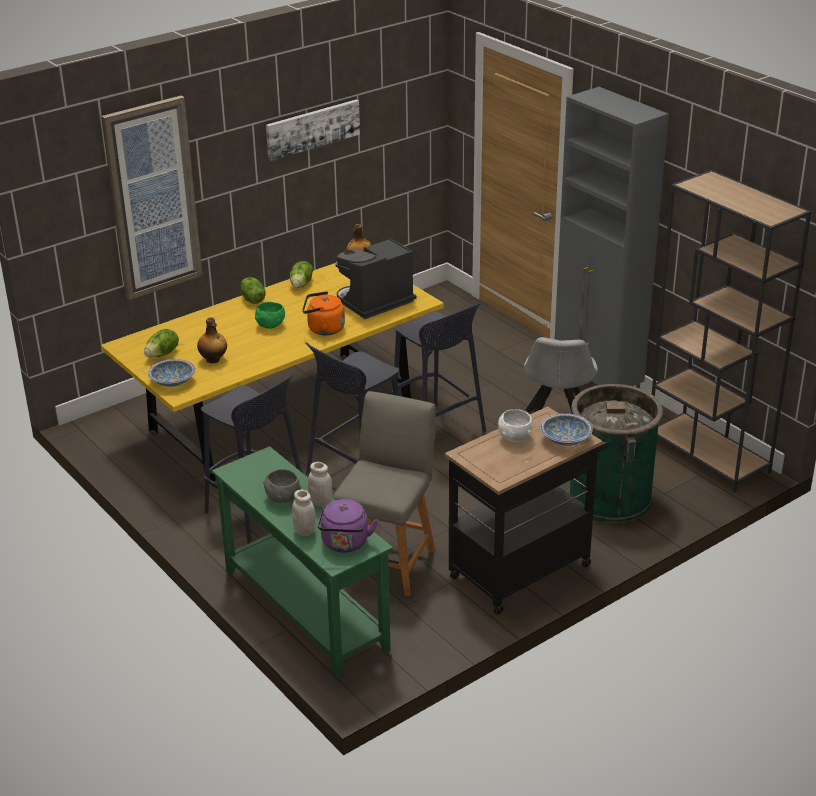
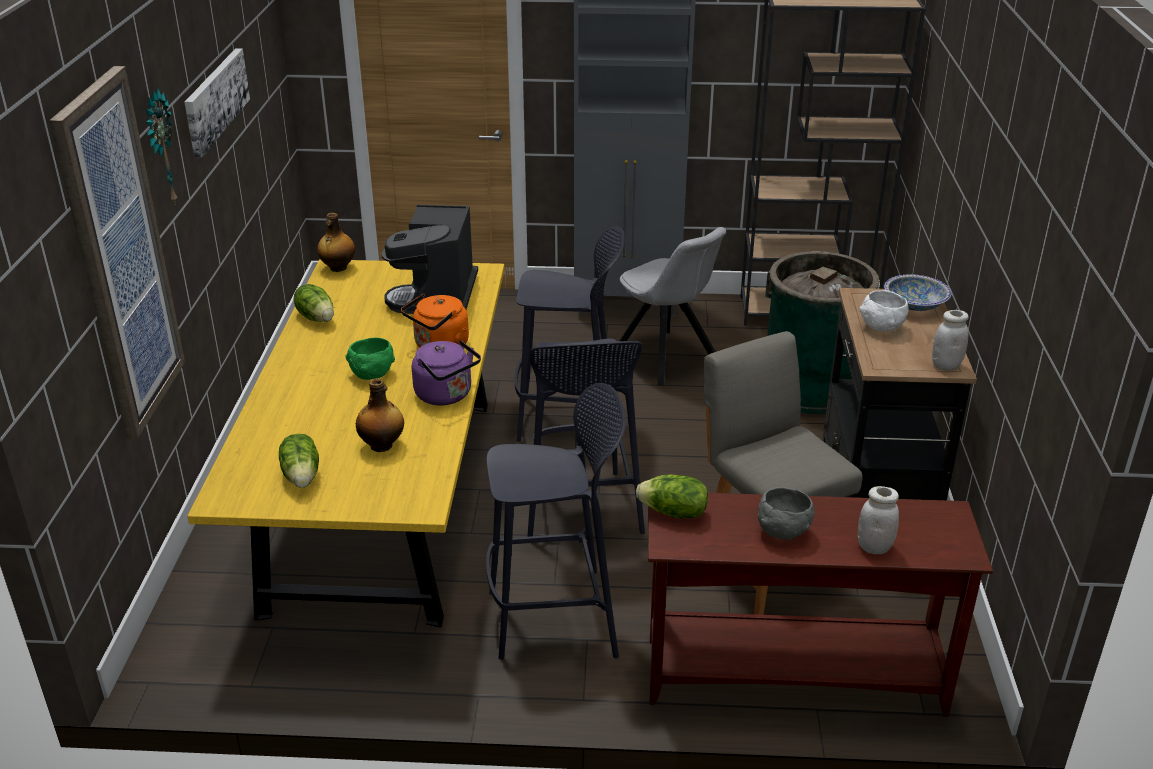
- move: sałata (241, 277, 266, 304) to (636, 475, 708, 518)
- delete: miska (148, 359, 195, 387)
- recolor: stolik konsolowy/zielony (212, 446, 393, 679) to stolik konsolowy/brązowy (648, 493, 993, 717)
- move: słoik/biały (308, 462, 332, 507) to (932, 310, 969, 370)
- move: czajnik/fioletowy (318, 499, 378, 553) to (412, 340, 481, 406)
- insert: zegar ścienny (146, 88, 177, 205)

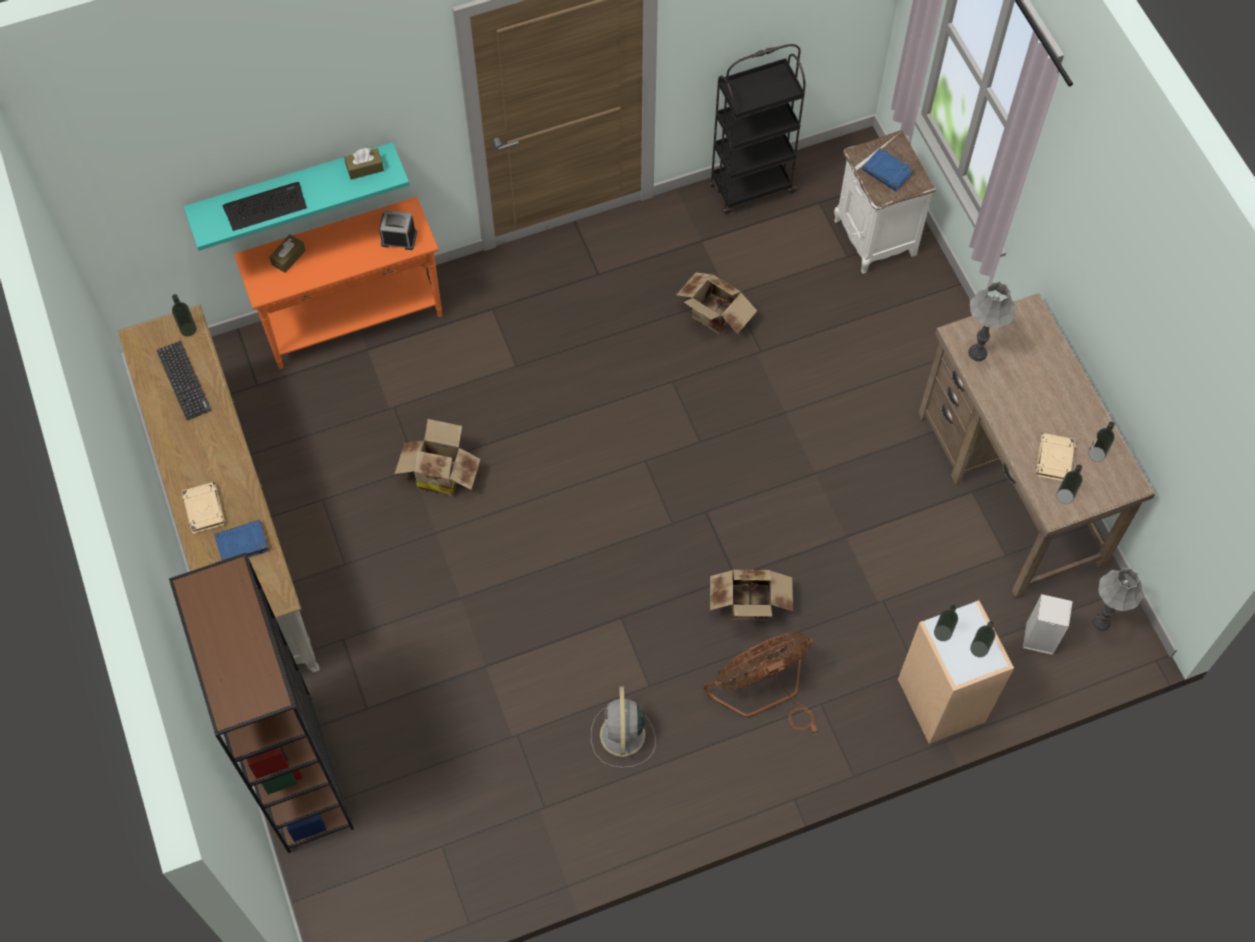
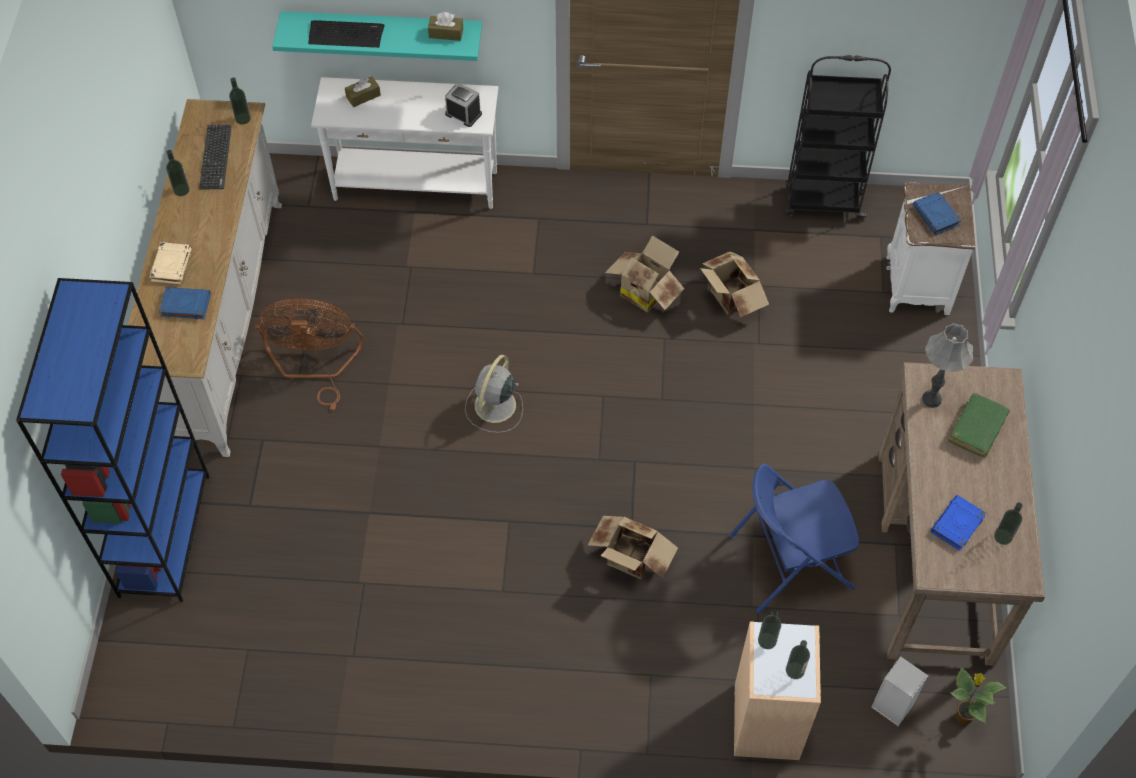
- recolor: stolik konsolowy/pomarańczowy (234, 197, 442, 369) to stolik konsolowy/biały (311, 77, 498, 209)
- move: karton (394, 419, 480, 496) to (605, 235, 685, 312)
- recolor: książka/beżowy (1036, 433, 1075, 481) to książka/niebieski (931, 495, 986, 551)
- move: butelka (1057, 465, 1083, 504) to (166, 150, 189, 196)
- recolor: regał/brązowy (169, 553, 354, 853) to regał/niebieski (16, 278, 210, 602)
- replace: lampa stołowa/szary (1092, 568, 1144, 631) to roślina doniczkowa (950, 667, 1007, 725)
- move: wentylator/brązowy (703, 632, 817, 733) to (255, 299, 363, 412)
- move: wentylator/szary (591, 687, 656, 768) to (465, 355, 523, 433)
- insert: książka/zielony (948, 393, 1010, 457)
- insert: krzesło/niebieski (729, 463, 859, 614)

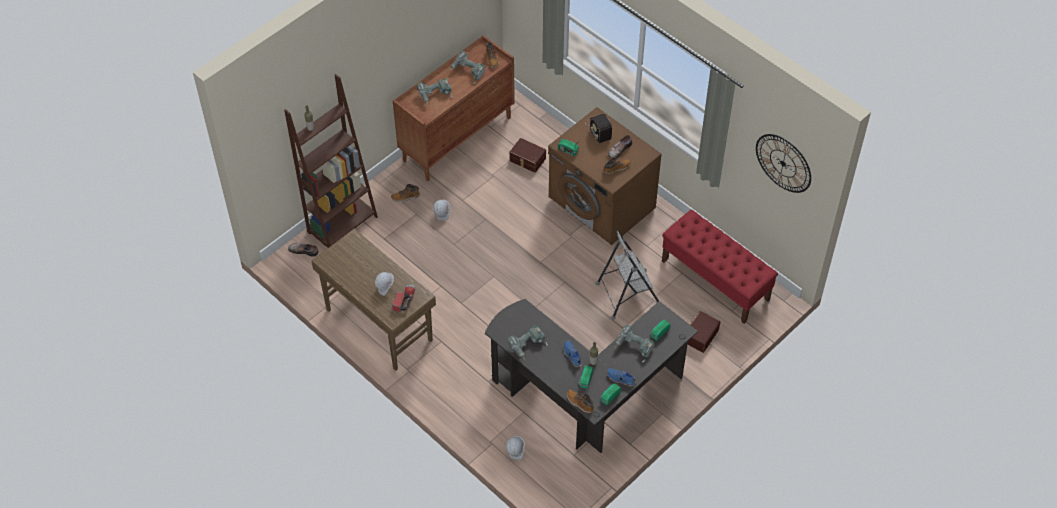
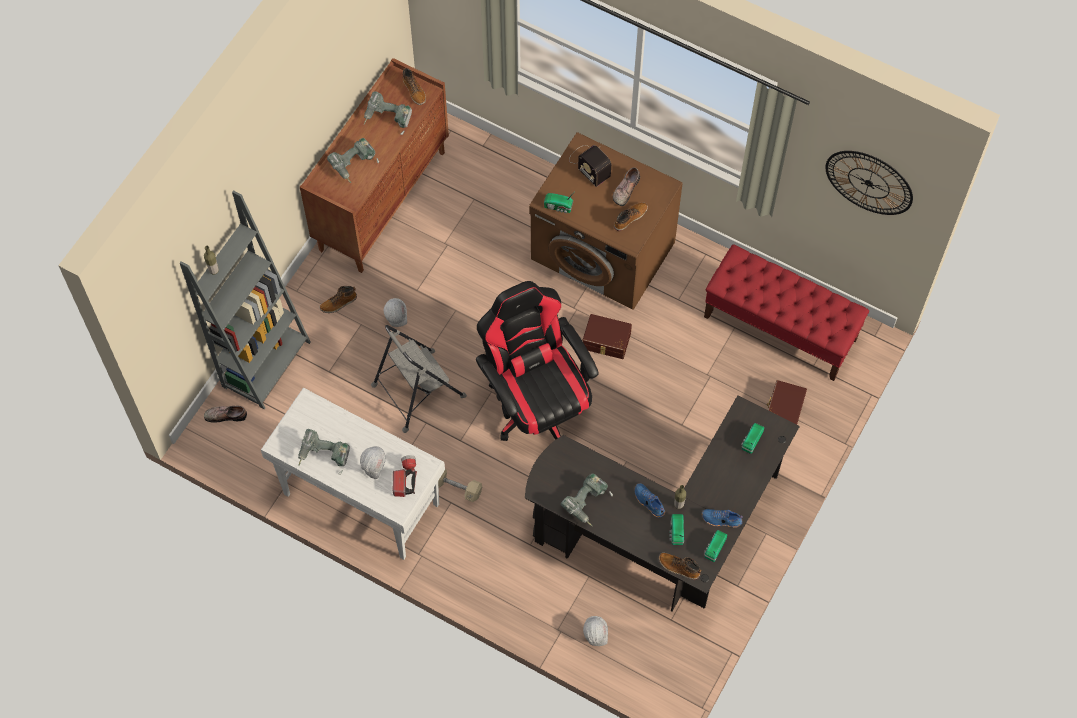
- recolor: regał/brązowy (284, 74, 378, 248) to regał/szary (180, 190, 311, 409)
- move: pojemnik do przechowywania/brązowy (509, 138, 546, 173) to (583, 314, 632, 359)
- recolor: stolik konsolowy/brązowy (312, 229, 436, 371) to stolik konsolowy/biały (261, 388, 445, 560)
- move: drabinka/szary (595, 230, 659, 320) to (371, 325, 467, 433)
- move: wiertarka (614, 324, 654, 363) to (298, 429, 350, 475)
- insert: krzesło biurowe/czarny (476, 281, 599, 441)
- insert: hantel/beżowy (438, 469, 482, 502)

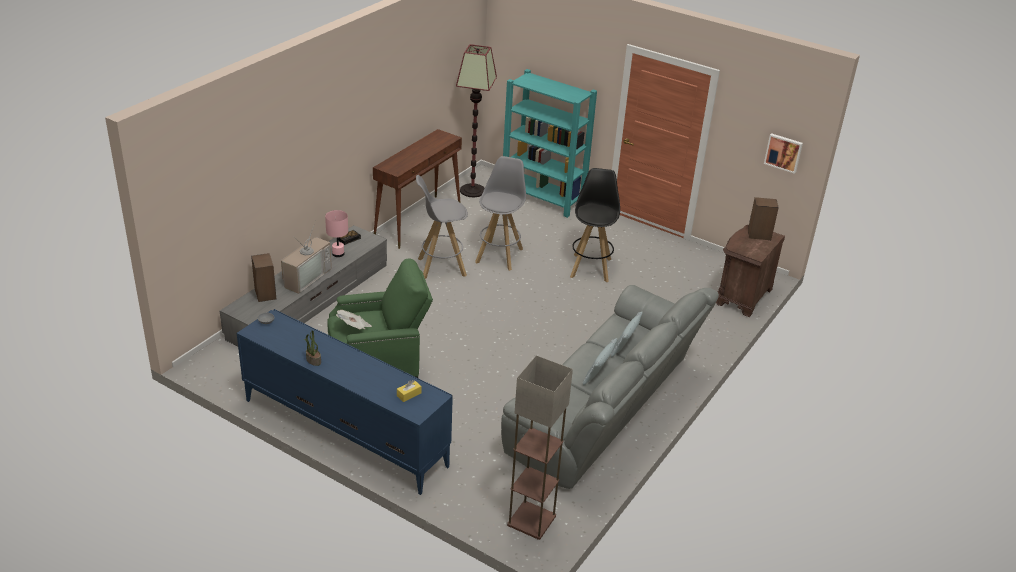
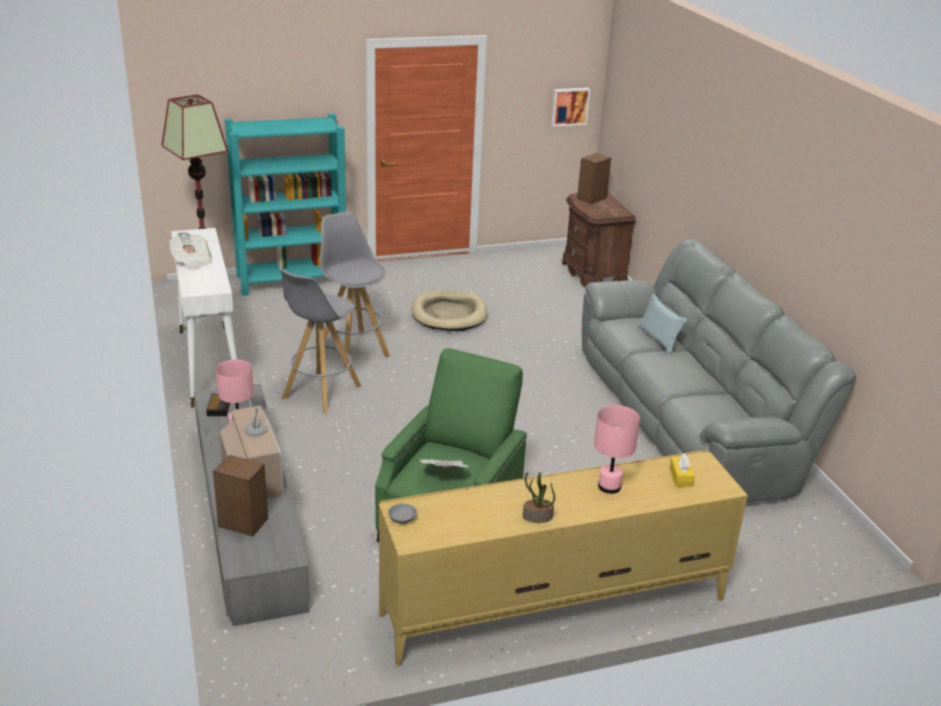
- recolor: stolik konsolowy/brązowy (373, 129, 462, 249) to stolik konsolowy/biały (171, 228, 237, 408)
- replace: stołek/czarny (570, 168, 620, 282) to legowisko/beżowy (412, 290, 488, 331)
- recolor: szafka/niebieski (236, 309, 453, 495) to szafka/beżowy (379, 450, 748, 667)
- delete: poduszka/niebieski (583, 338, 617, 385)
- delete: lampa stojąca (507, 355, 573, 540)
- insert: gazeta (170, 232, 212, 271)
- insert: lampa stołowa/różowy (594, 405, 640, 494)

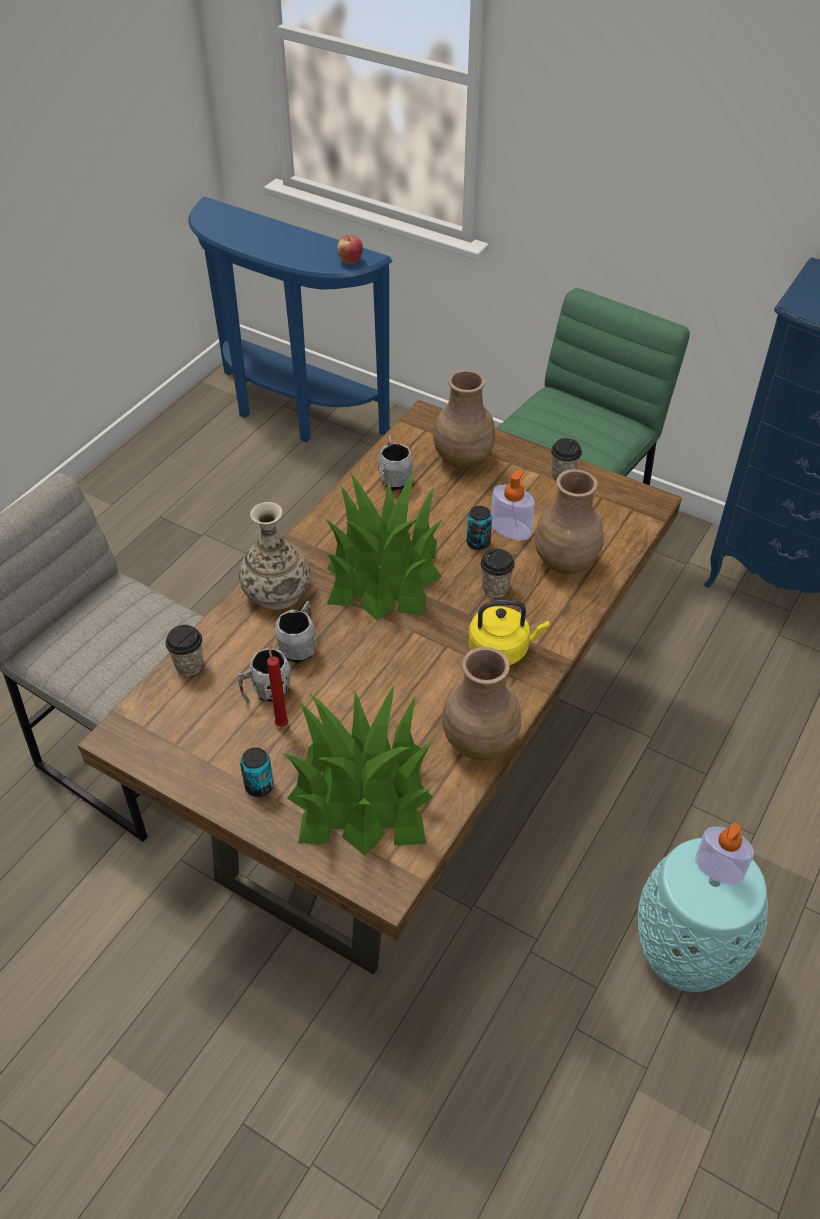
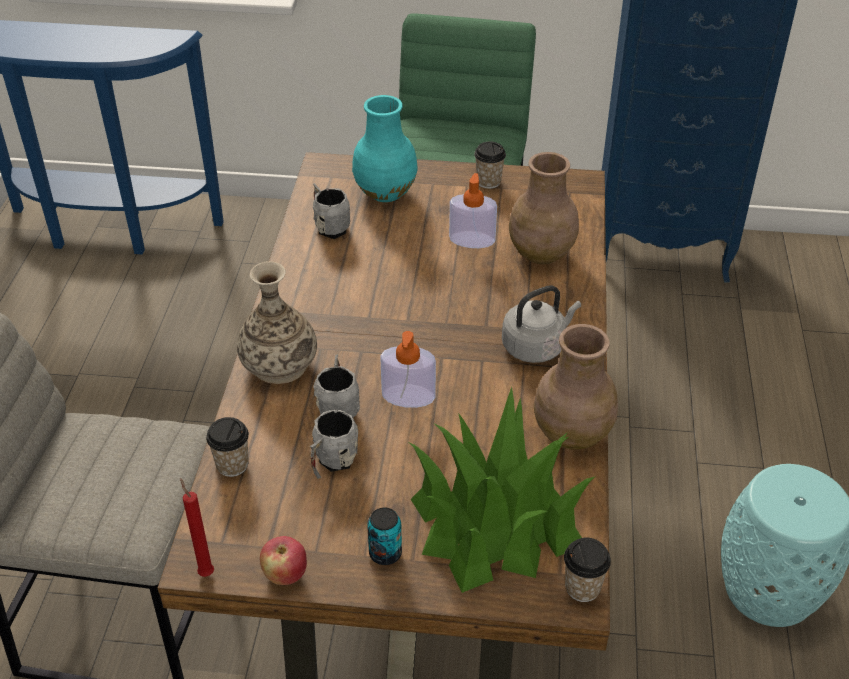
- move: jabłko (337, 235, 363, 264) to (260, 536, 307, 585)
- recolor: wazon/brązowy (433, 370, 495, 470) to wazon/turkusowy (352, 95, 418, 202)
- delete: roślina doniczkowa (326, 470, 442, 620)
- delete: puszka (466, 506, 492, 550)
- move: filiżanka (480, 549, 515, 598) to (564, 538, 611, 602)
- recolor: czajnik/żółty (468, 599, 550, 665) to czajnik/szary (502, 286, 581, 363)
- move: świeca/czerwony (267, 644, 288, 727) to (180, 478, 214, 577)
- move: dozownik mydła (695, 823, 754, 885) to (380, 331, 436, 408)

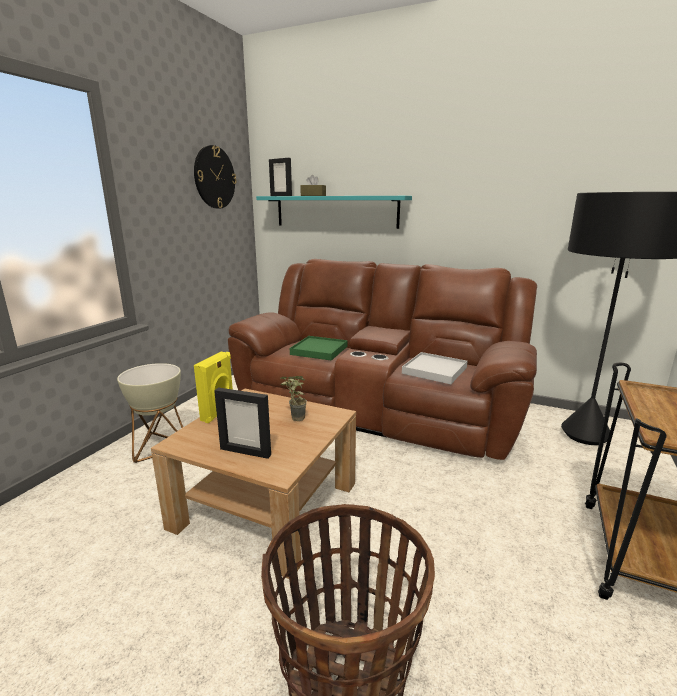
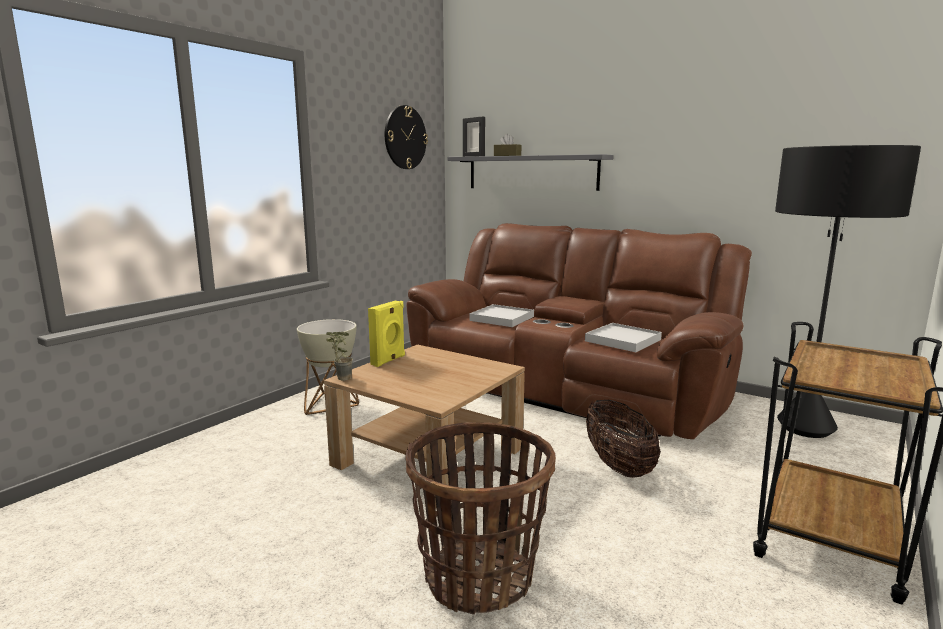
- recolor: półka/turkusowy (256, 196, 412, 229) to półka/szary (448, 154, 614, 191)
- recolor: taca/zielony (290, 336, 348, 361) to taca/biały (469, 304, 534, 327)
- move: roślina doniczkowa (280, 376, 307, 421) to (326, 332, 353, 381)
- delete: ramka na zdjęcie (214, 387, 271, 459)
- insert: koszyk (586, 400, 661, 478)

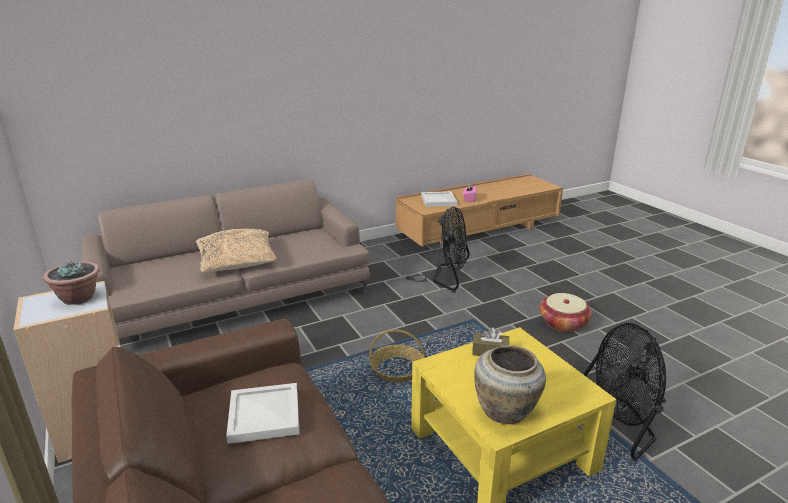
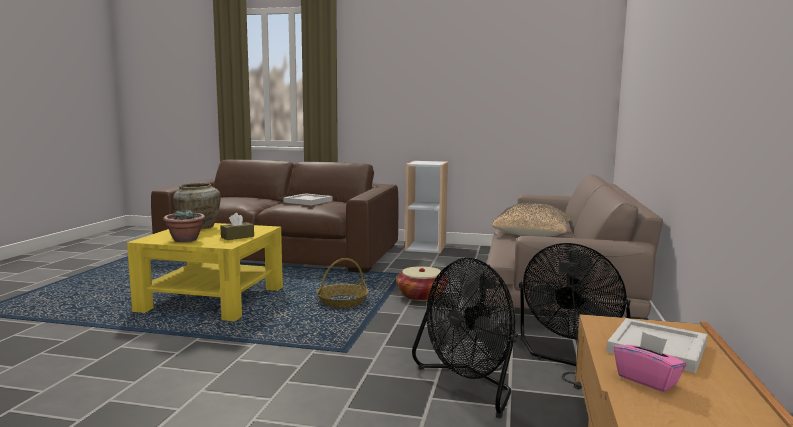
- move: roślina doniczkowa (43, 260, 100, 305) to (163, 208, 205, 242)
- move: koszyk (540, 293, 592, 332) to (396, 266, 448, 301)
- move: wentylator/czarny (583, 323, 667, 462) to (519, 243, 631, 390)

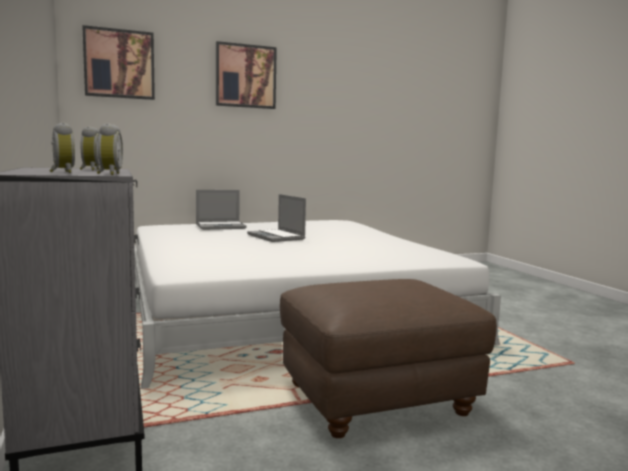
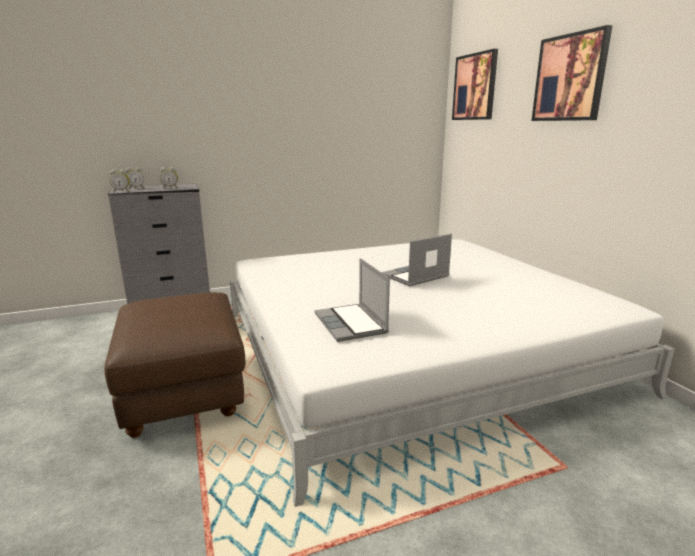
- move: laptop (196, 190, 246, 230) to (314, 258, 390, 342)

